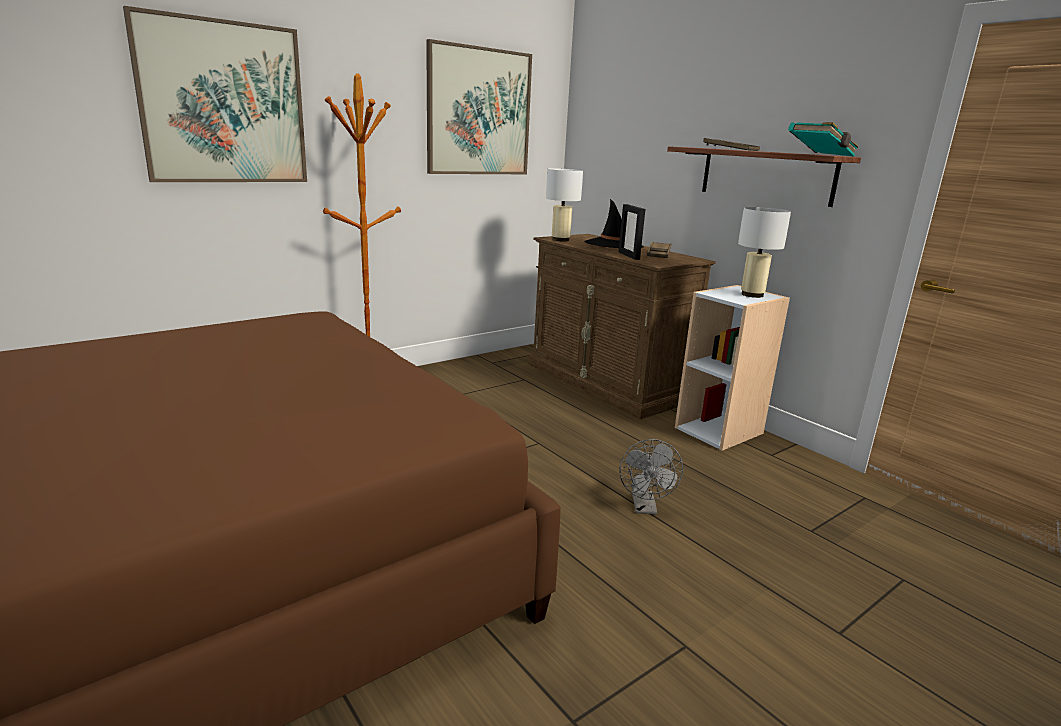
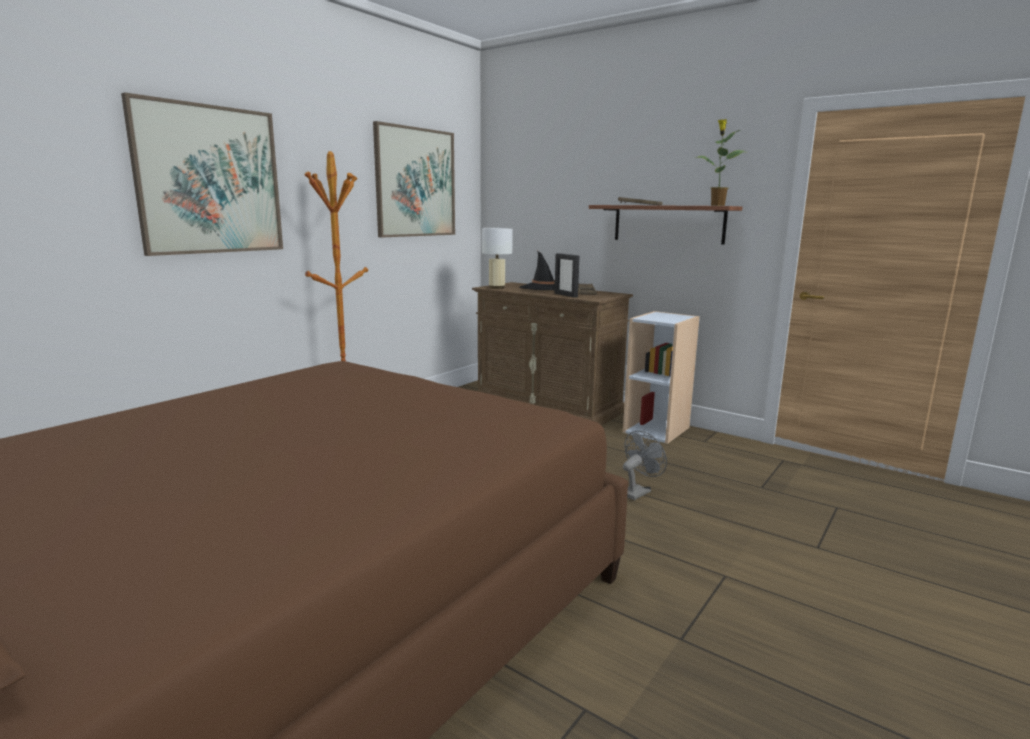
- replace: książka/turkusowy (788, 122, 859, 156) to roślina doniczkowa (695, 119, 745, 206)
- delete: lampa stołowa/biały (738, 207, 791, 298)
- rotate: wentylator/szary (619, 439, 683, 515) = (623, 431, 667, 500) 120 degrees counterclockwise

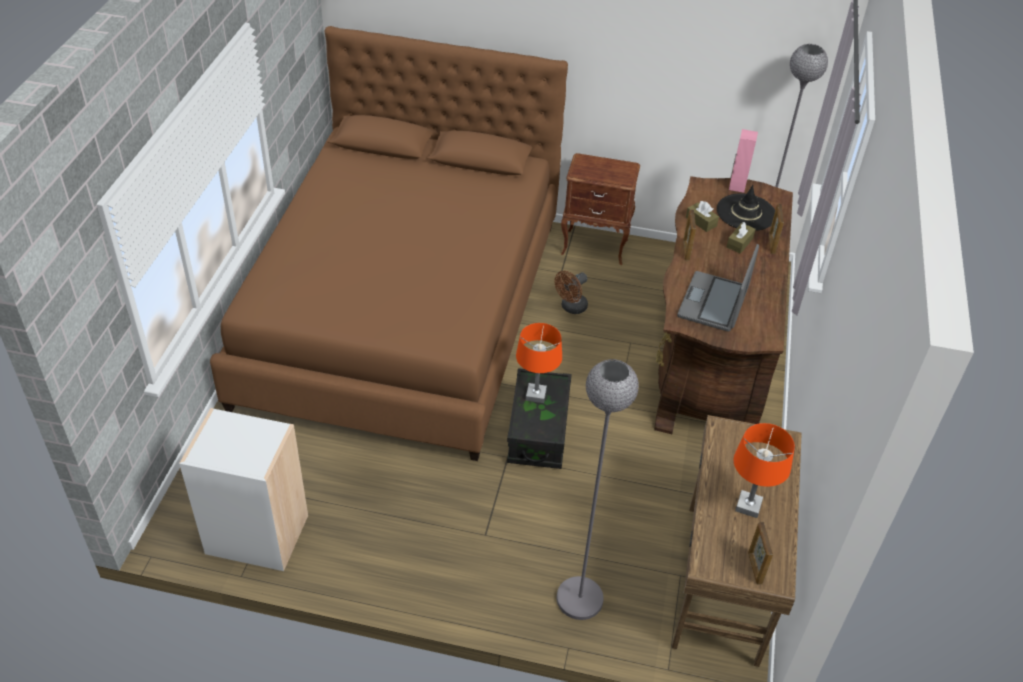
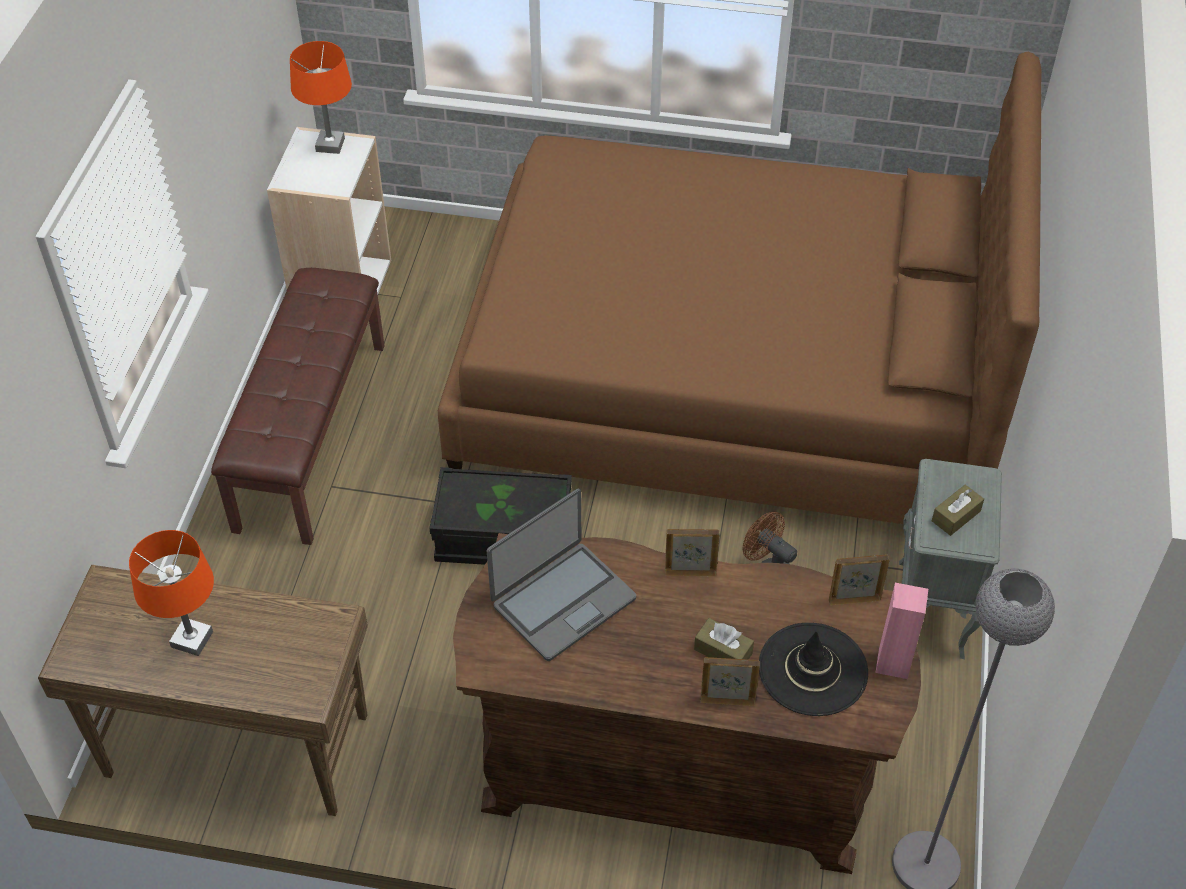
- recolor: szafka nocna/brązowy (561, 153, 640, 265) to szafka nocna/szary (899, 459, 1002, 659)
- move: pudełko chusteczek/brązowy (686, 201, 719, 232) to (932, 485, 984, 536)
- rotate: laptop (677, 244, 759, 332) = (487, 489, 636, 661) 120 degrees clockwise
- move: lampa stołowa/pomarańczowy (516, 323, 562, 403) to (290, 41, 352, 154)
- delete: lampa stojąca/szary (557, 359, 639, 620)
- move: ramka na zdjęcie (748, 522, 773, 585) to (829, 555, 889, 605)
- insert: ławka/brązowy (211, 268, 384, 545)

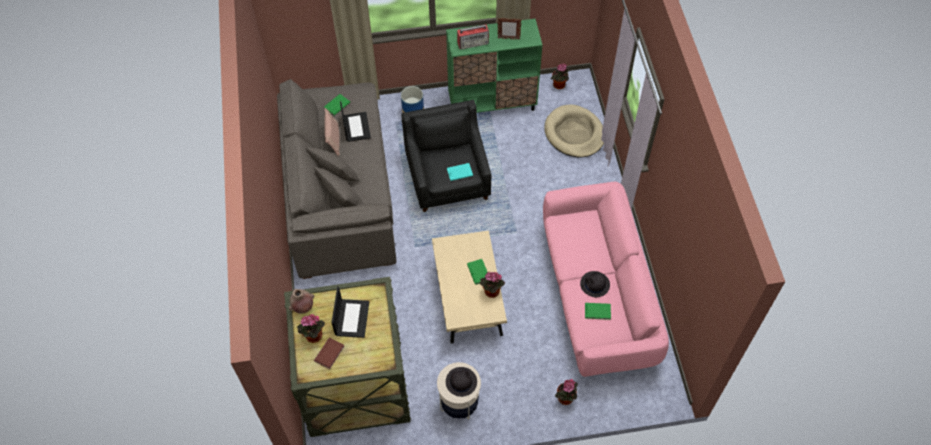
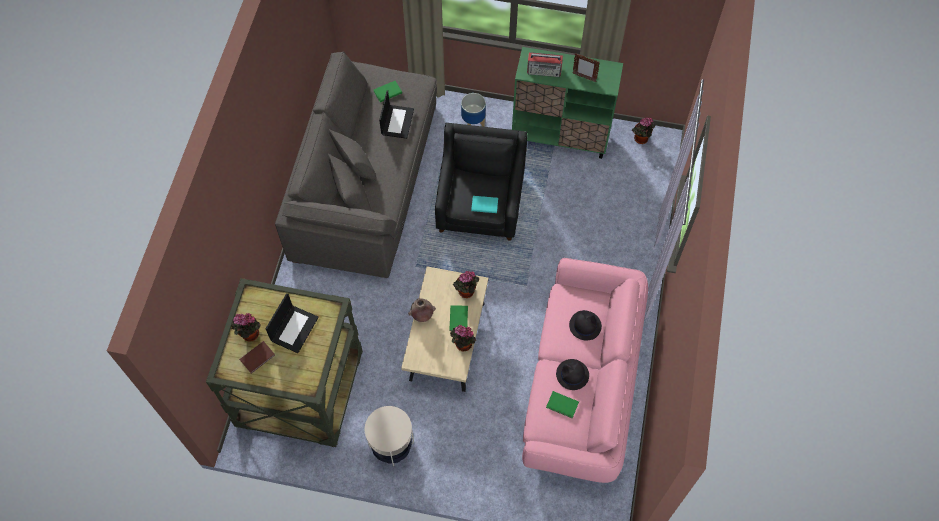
- delete: legowisko/beżowy (544, 104, 604, 157)
- delete: poduszka/beżowy (324, 108, 340, 156)
- move: wazon/brązowy (289, 289, 315, 314) to (408, 298, 436, 322)
- move: kapelusz/czarny (446, 367, 477, 397) to (569, 310, 602, 340)
- move: roślina doniczkowa (555, 379, 578, 405) to (453, 271, 479, 298)

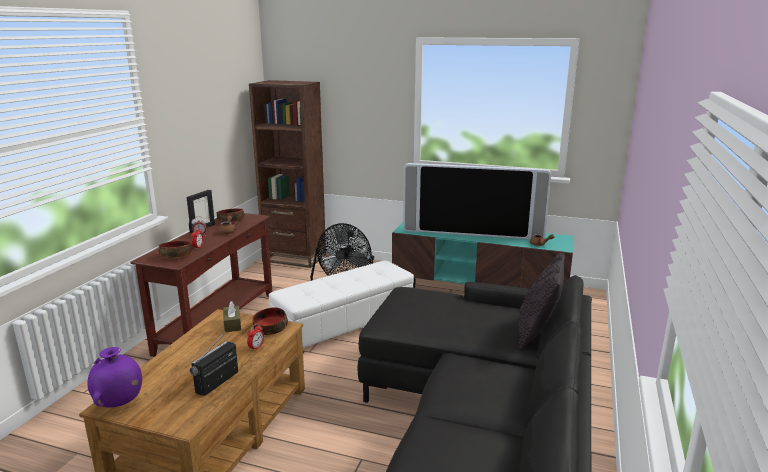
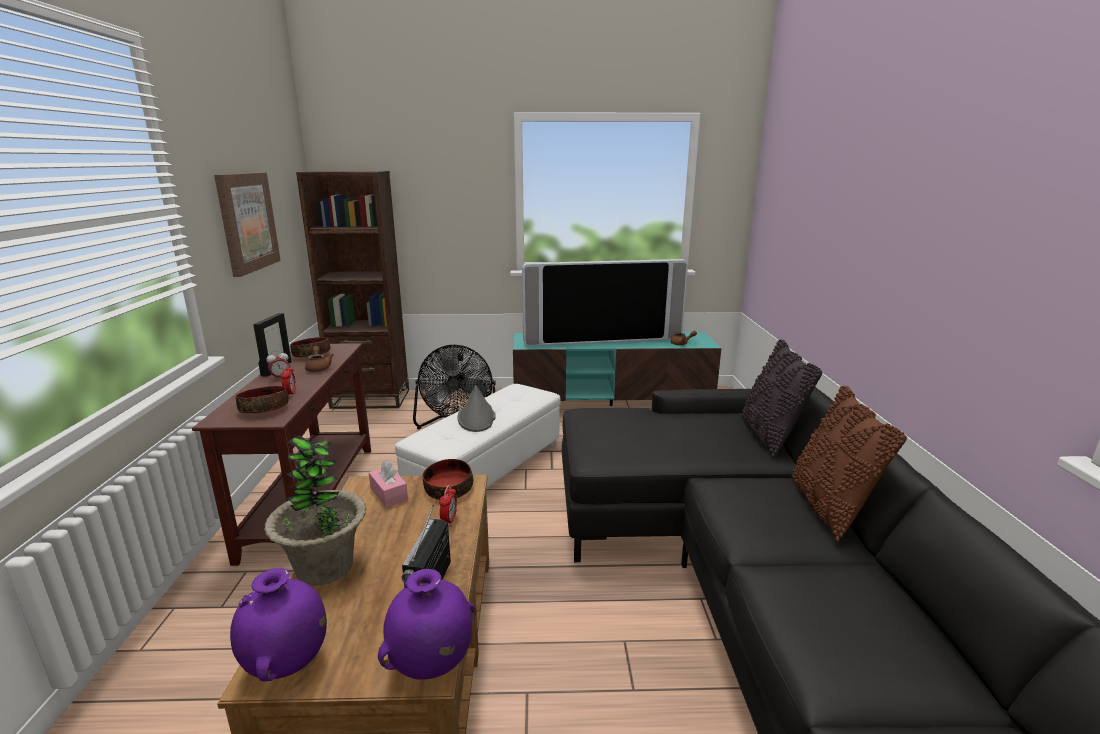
- recolor: pudełko chusteczek/brązowy (223, 301, 241, 332) to pudełko chusteczek/różowy (369, 461, 408, 507)
- insert: obraz (214, 173, 281, 277)
- insert: kapelusz/szary (457, 385, 496, 432)
- insert: poduszka/brązowy (791, 386, 907, 542)
- insert: roślina doniczkowa (264, 435, 366, 586)
- insert: wazon/fioletowy (378, 569, 476, 680)

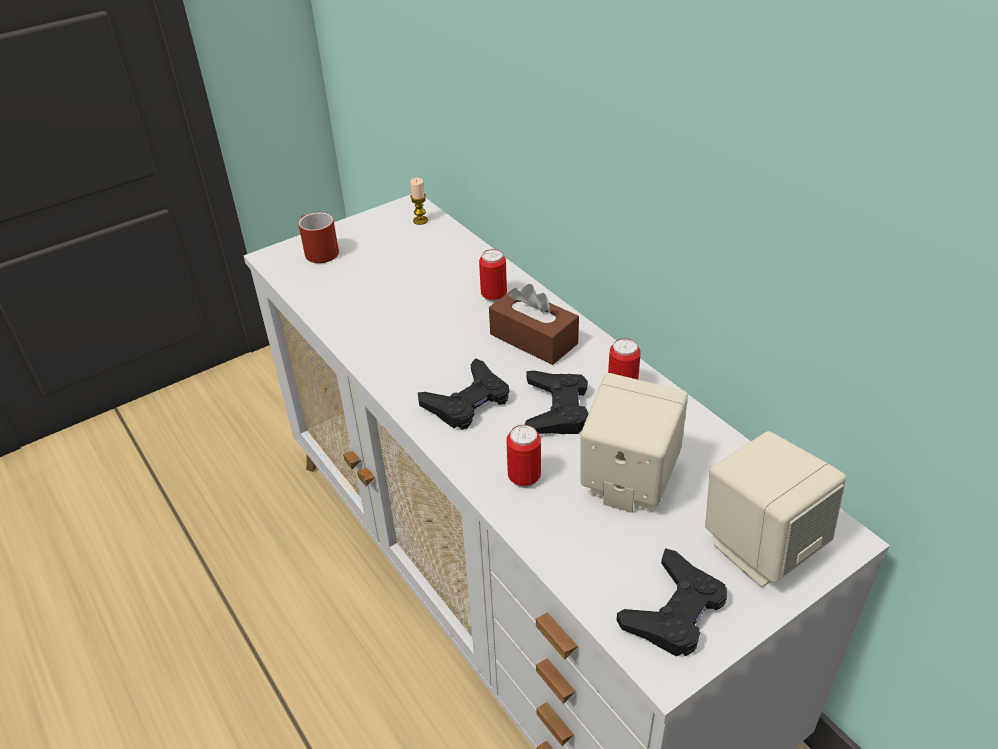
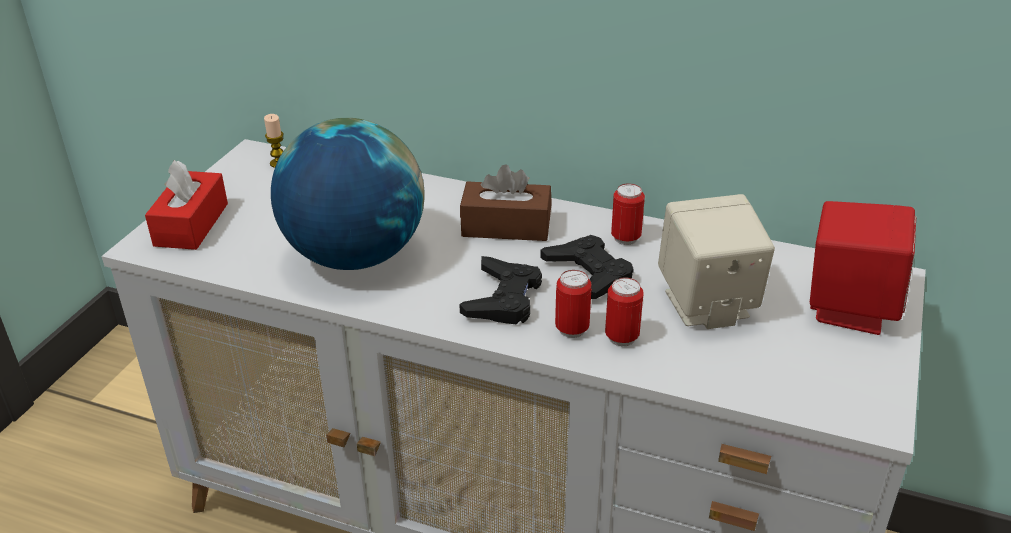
- replace: kubek/czerwony (298, 212, 339, 263) to pudełko chusteczek/czerwony (145, 160, 228, 250)
- move: puszka (479, 249, 507, 303) to (555, 270, 591, 338)
- recolor: głośnik/beżowy (705, 431, 846, 587) to głośnik/czerwony (810, 201, 916, 335)
- delete: pad do gier/czarny (616, 548, 727, 656)
- insert: globus (271, 118, 425, 270)

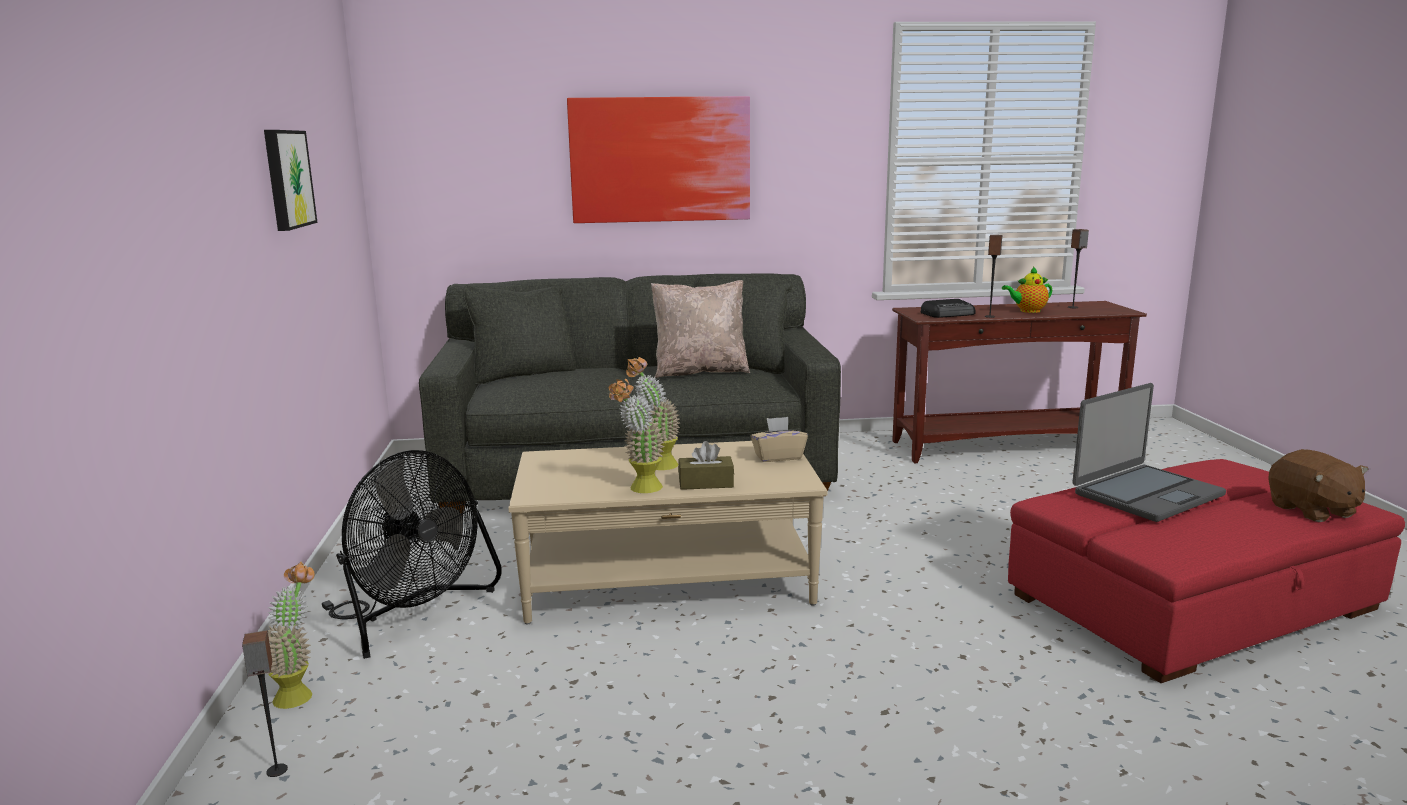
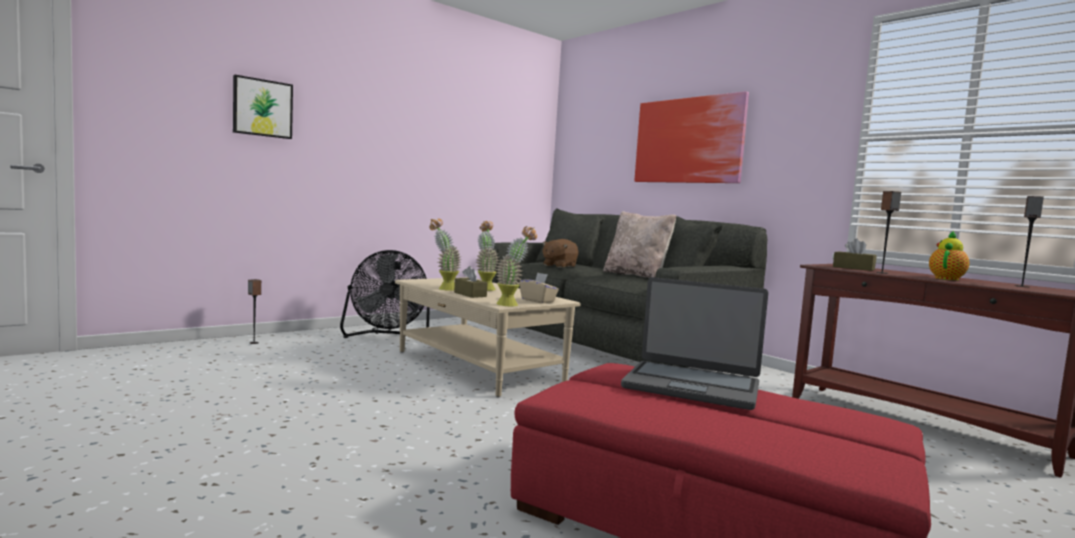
- move: obraz (264, 130, 318, 231) to (233, 75, 293, 139)
- rotate: imbryk (1002, 267, 1052, 313) = (929, 231, 969, 280) 90 degrees clockwise
- replace: radio (921, 299, 975, 318) to pudełko chusteczek/brązowy (833, 239, 877, 271)
- move: pluszak/brązowy (1268, 449, 1368, 522) to (542, 239, 579, 268)
- move: roślina doniczkowa (267, 562, 315, 709) to (496, 226, 537, 306)

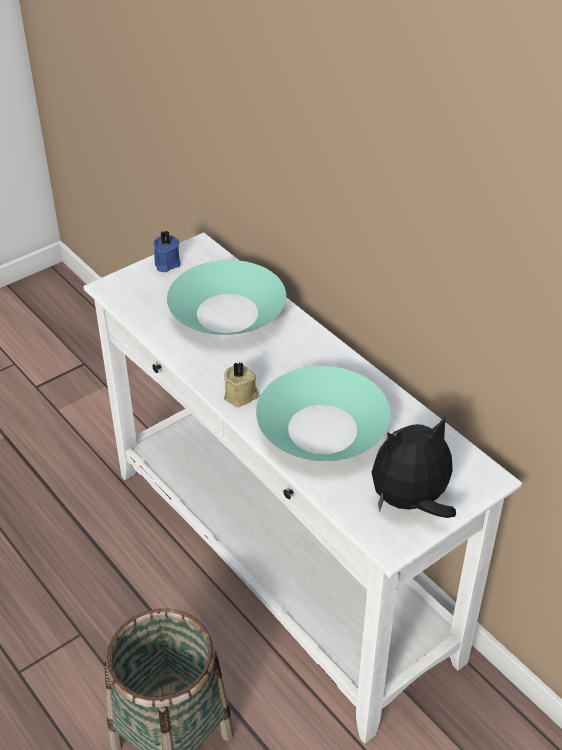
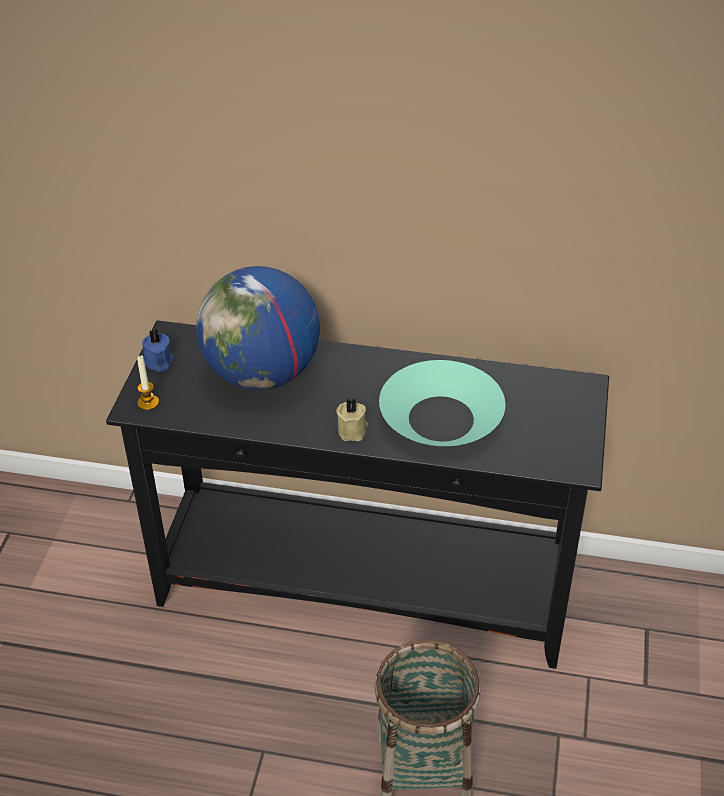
- recolor: stolik konsolowy/biały (84, 232, 522, 743) to stolik konsolowy/czarny (106, 320, 609, 669)
- replace: miska/turkusowy (167, 260, 286, 335) to globus (196, 266, 320, 390)
- delete: pluszak (372, 417, 456, 518)
- insert: świeca (137, 356, 159, 410)

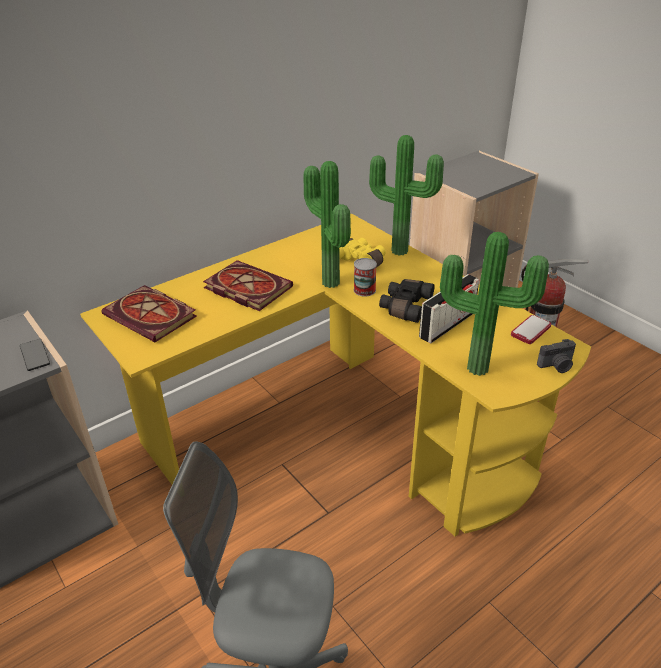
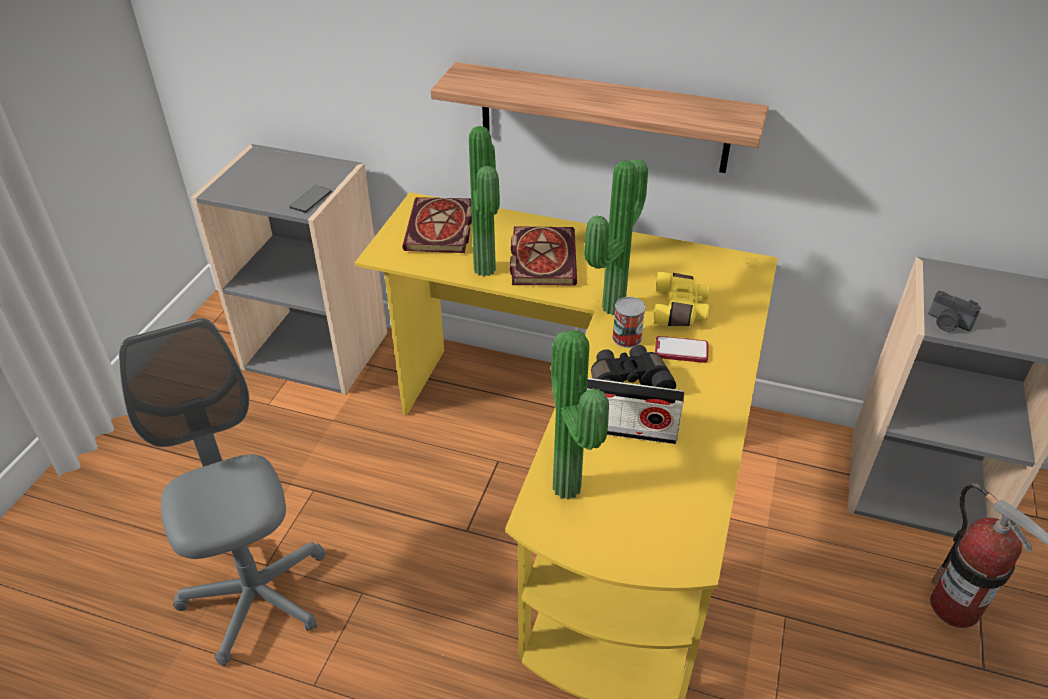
- move: roślina doniczkowa (369, 135, 444, 256) to (469, 126, 500, 276)
- move: telefon (511, 315, 551, 344) to (655, 336, 708, 363)
- move: aparat fotograficzny (537, 339, 576, 373) to (928, 291, 981, 332)
- insert: półka (430, 62, 769, 173)

